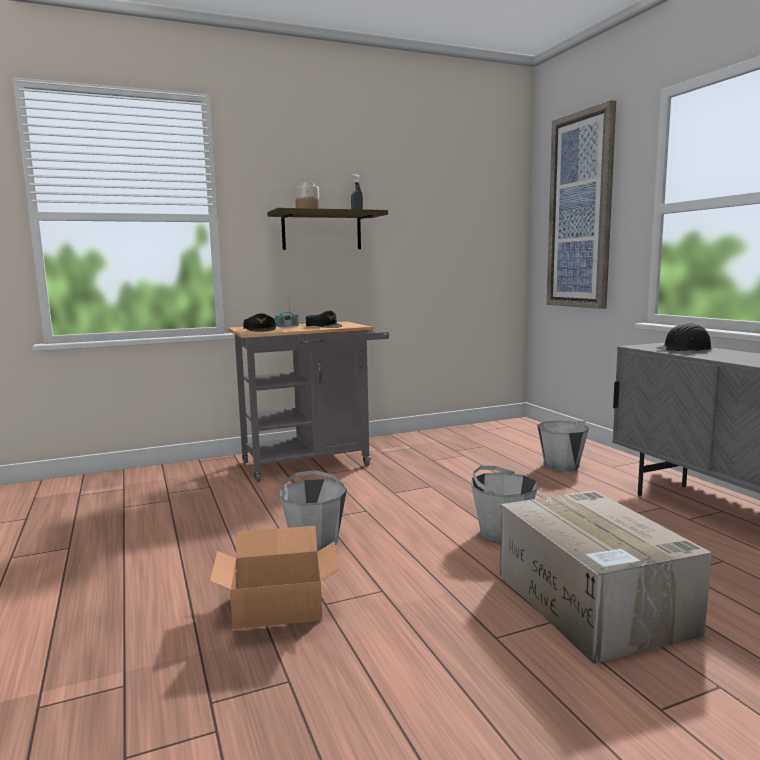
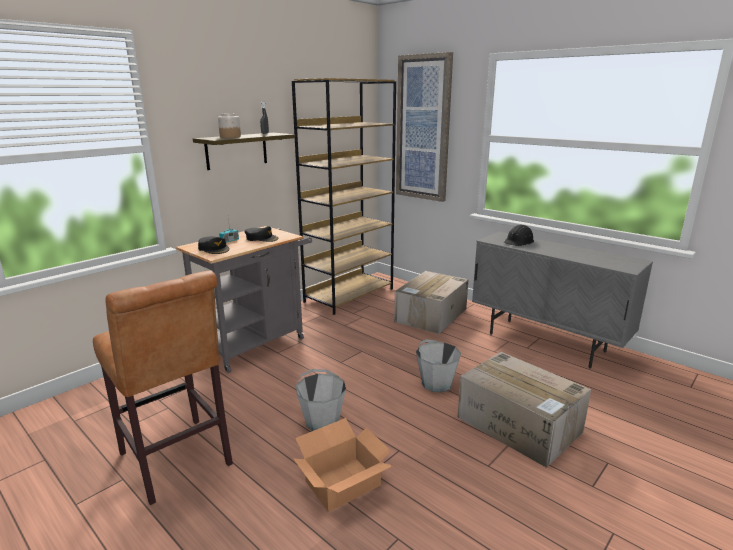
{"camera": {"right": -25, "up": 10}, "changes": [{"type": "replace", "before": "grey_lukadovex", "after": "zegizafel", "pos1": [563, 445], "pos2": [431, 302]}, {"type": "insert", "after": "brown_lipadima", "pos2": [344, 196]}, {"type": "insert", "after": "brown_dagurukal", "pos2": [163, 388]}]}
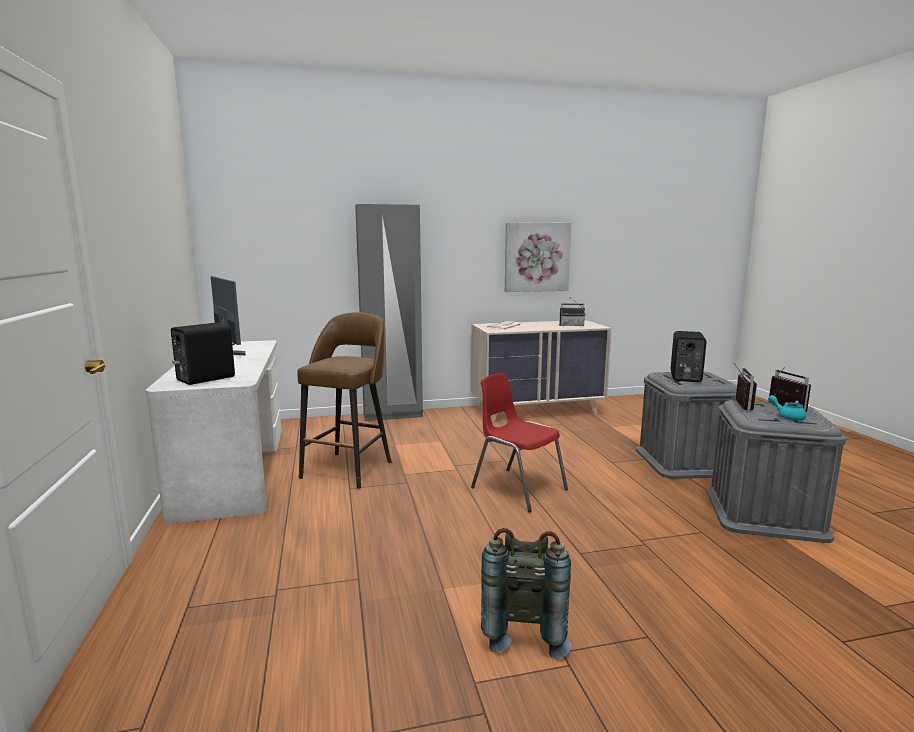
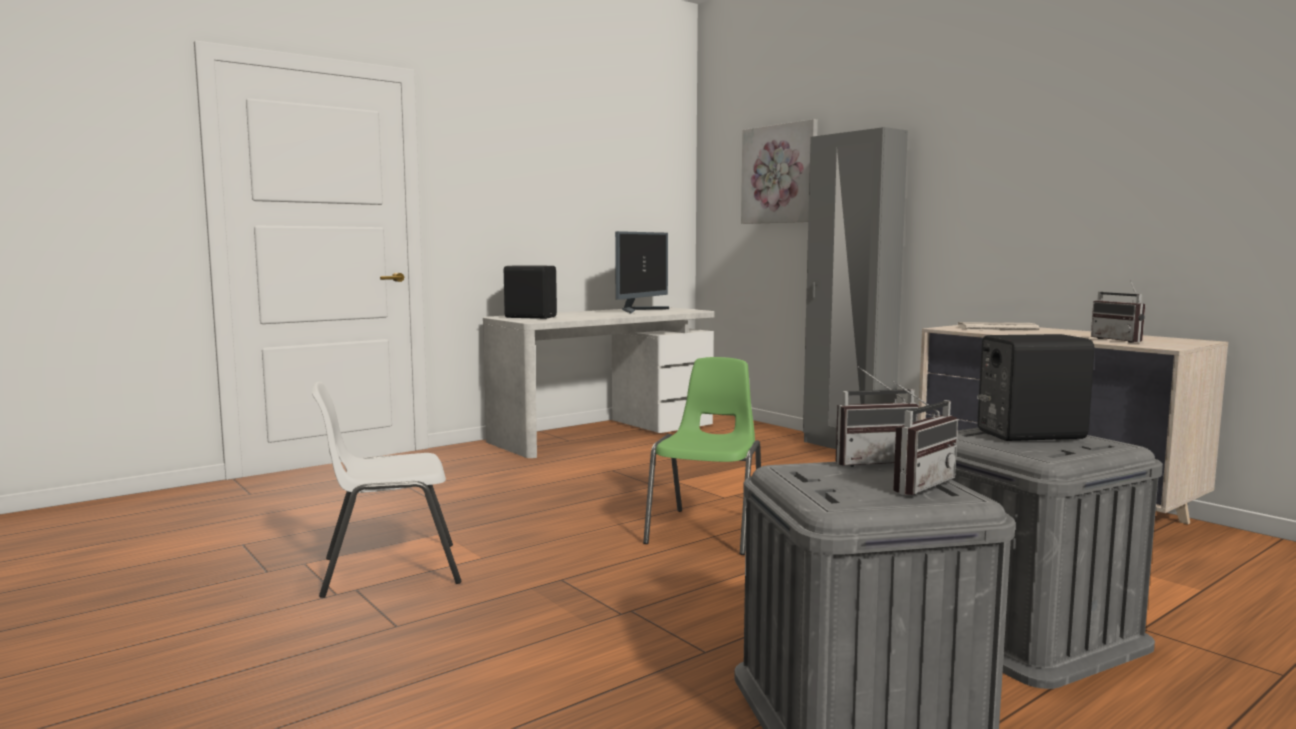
{"camera": {"right": 65, "up": -5}, "changes": [{"type": "move", "before": "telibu", "pos1": [538, 257], "pos2": [779, 171]}, {"type": "delete", "before": "brown_dagurukal", "pos1": [344, 400]}, {"type": "recolor", "before": "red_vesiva", "after": "green_vesiva", "pos1": [519, 442], "pos2": [702, 456]}, {"type": "delete", "before": "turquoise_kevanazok", "pos1": [787, 407]}, {"type": "replace", "before": "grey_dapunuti", "after": "white_vesiva", "pos1": [526, 593], "pos2": [386, 490]}]}
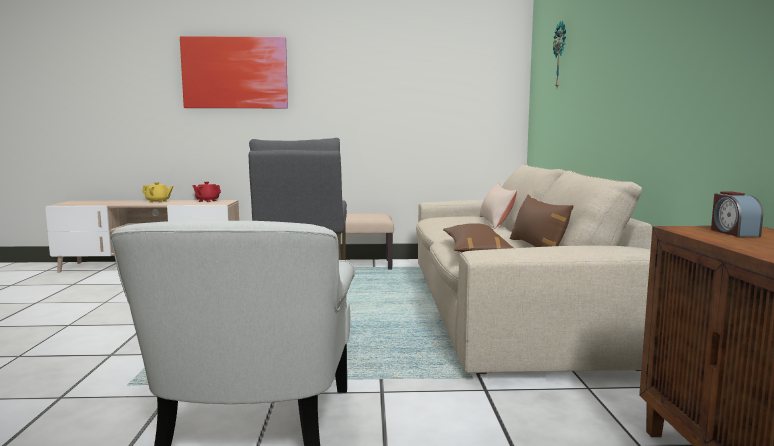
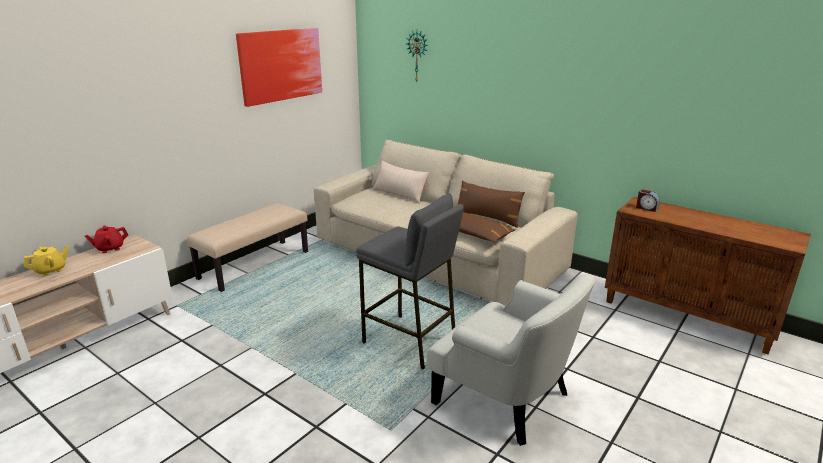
{"camera": {"right": -50, "up": 15}, "changes": [{"type": "move", "before": "telibu", "pos1": [234, 72], "pos2": [279, 67]}]}
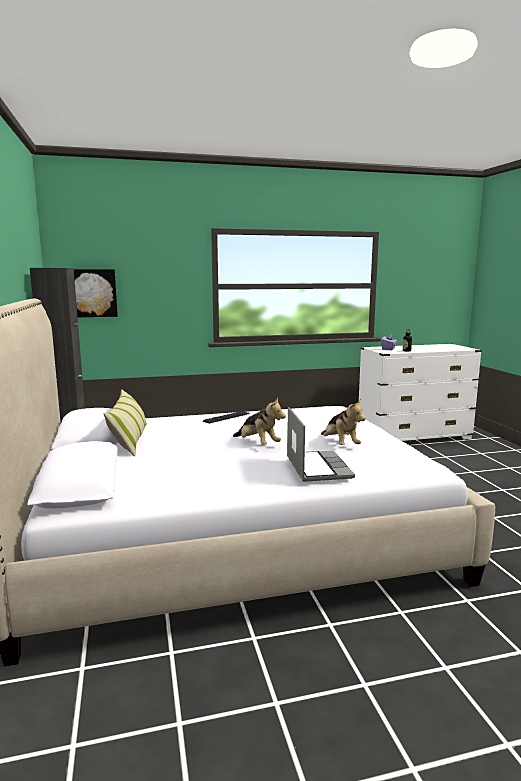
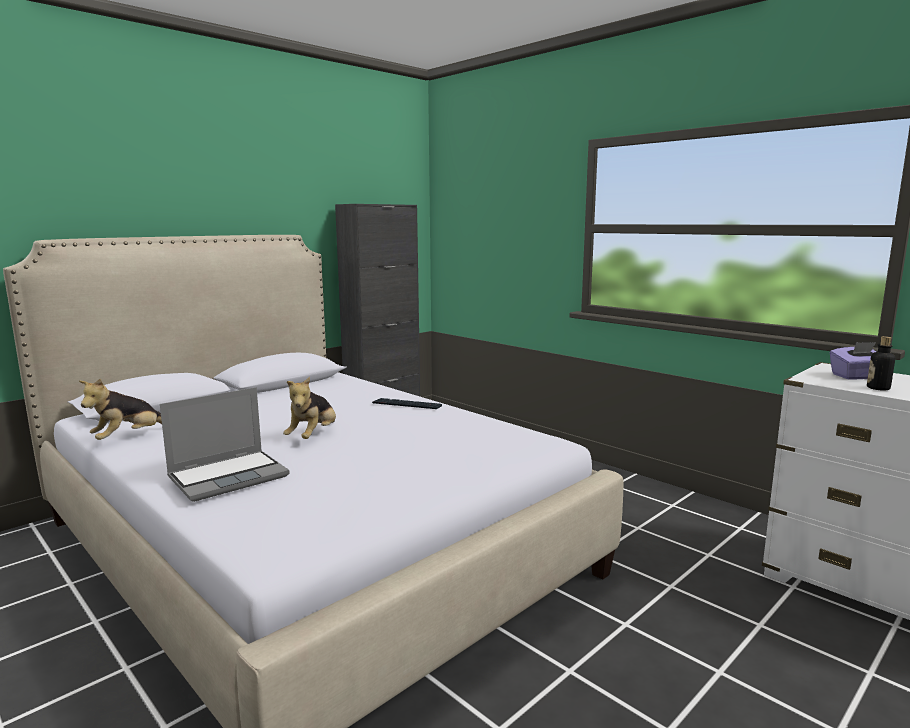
{"camera": {"right": 60, "up": 0}, "changes": [{"type": "delete", "before": "telibu", "pos1": [96, 293]}, {"type": "delete", "before": "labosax", "pos1": [125, 423]}, {"type": "move", "before": "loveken", "pos1": [343, 422], "pos2": [120, 409]}]}
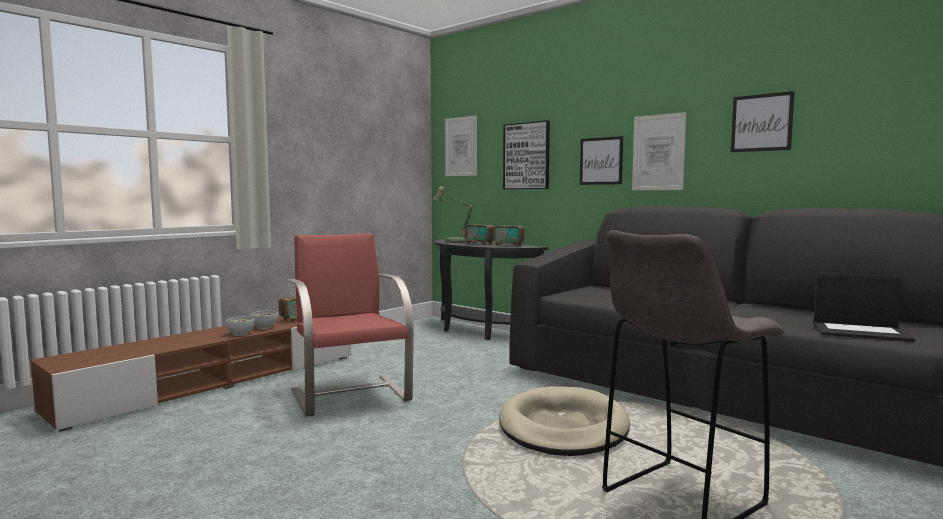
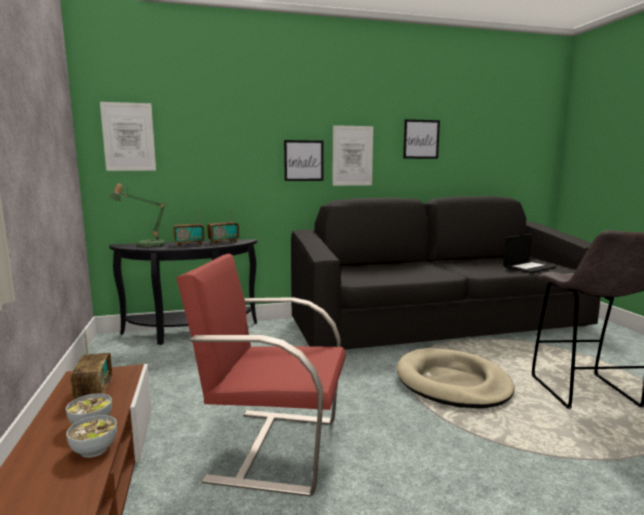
{"camera": {"right": -55, "up": 5}, "changes": [{"type": "delete", "before": "telibu", "pos1": [526, 154]}]}
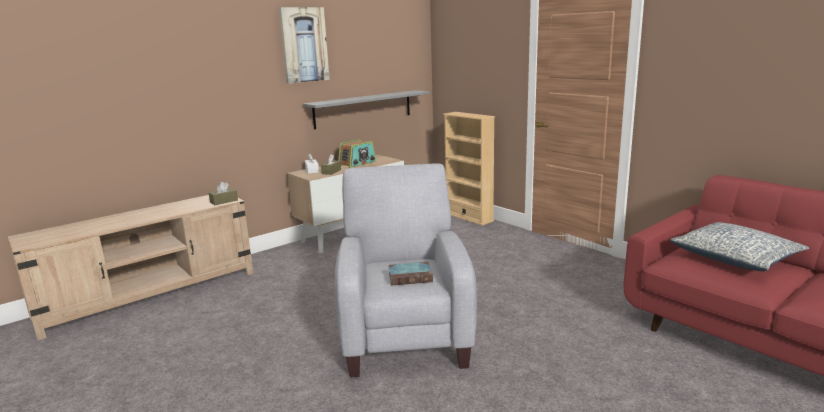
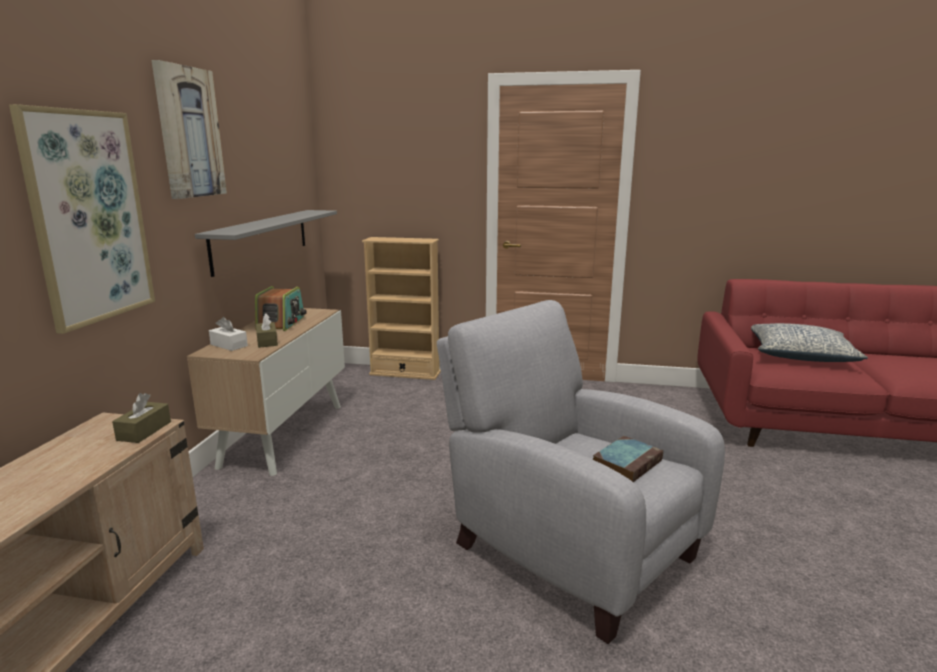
{"camera": {"right": -40, "up": 0}, "changes": [{"type": "insert", "after": "telibu", "pos2": [82, 219]}]}
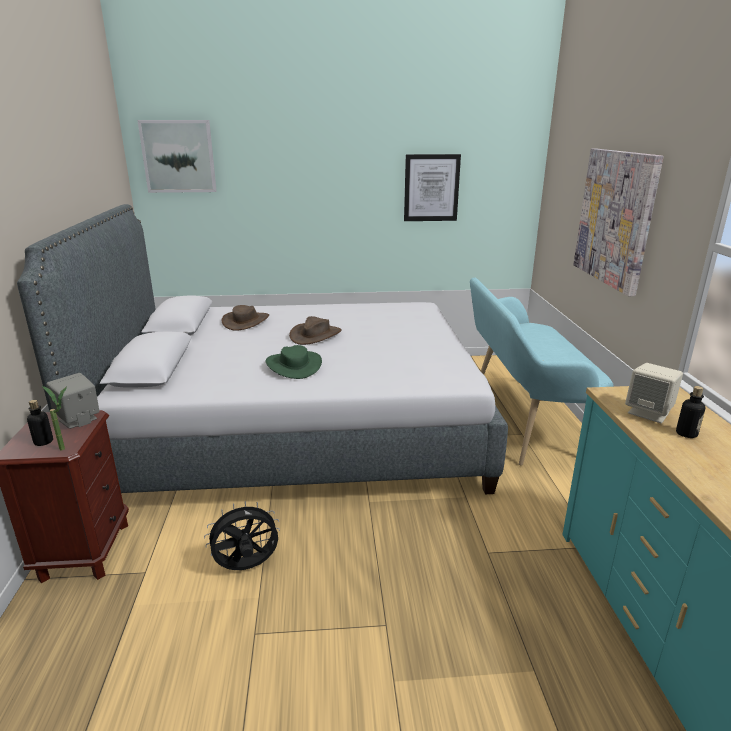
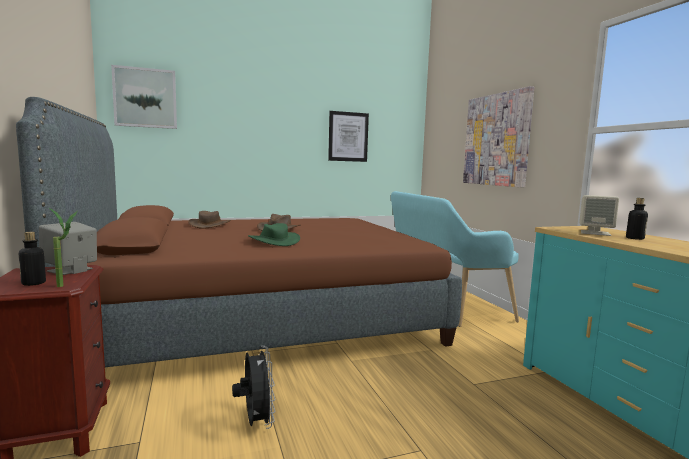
{"camera": {"right": -15, "up": -15}, "changes": [{"type": "recolor", "before": "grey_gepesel", "after": "brown_gepesel", "pos1": [262, 349], "pos2": [239, 232]}, {"type": "rotate", "before": "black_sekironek", "pos1": [242, 535], "pos2": [253, 387], "turn": 105}]}
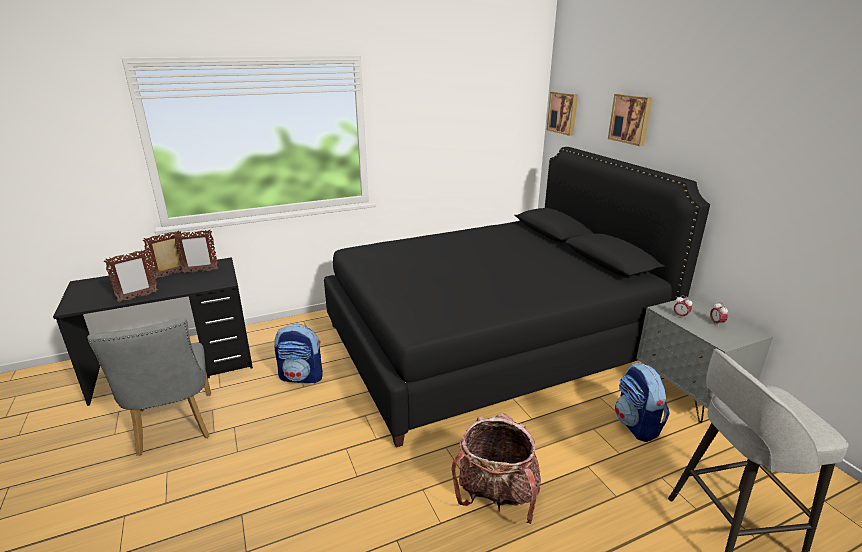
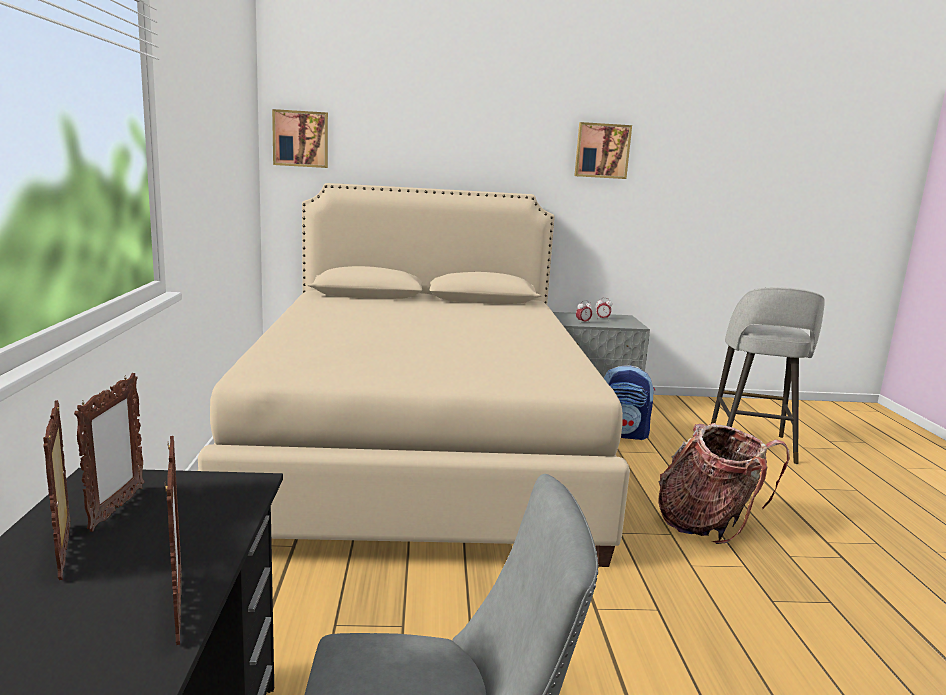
{"camera": {"right": -70, "up": -10}, "changes": [{"type": "move", "before": "telibu", "pos1": [630, 120], "pos2": [603, 150]}, {"type": "recolor", "before": "black_gepesel", "after": "beige_gepesel", "pos1": [517, 297], "pos2": [414, 375]}, {"type": "delete", "before": "dapunuti", "pos1": [298, 354]}]}
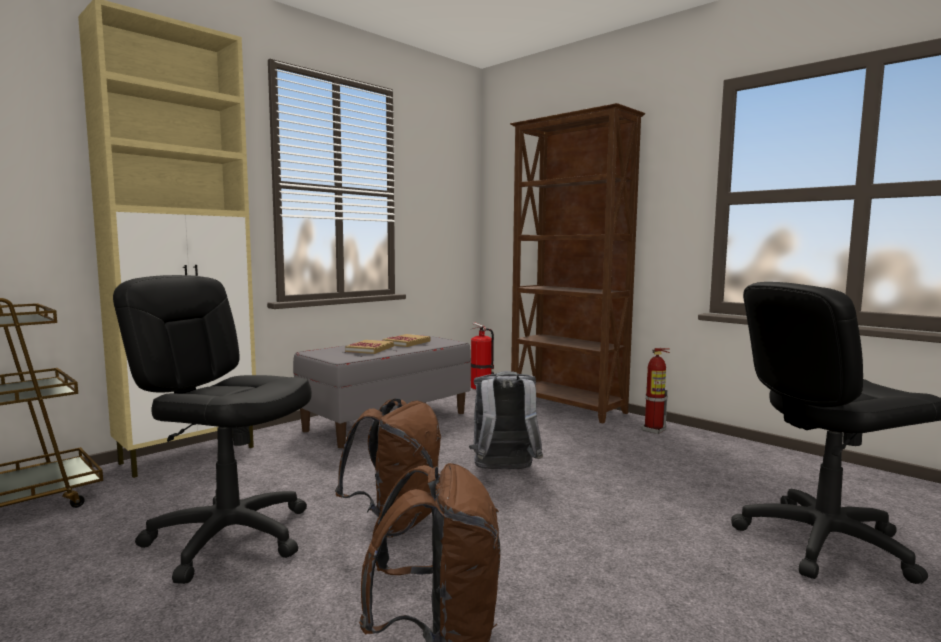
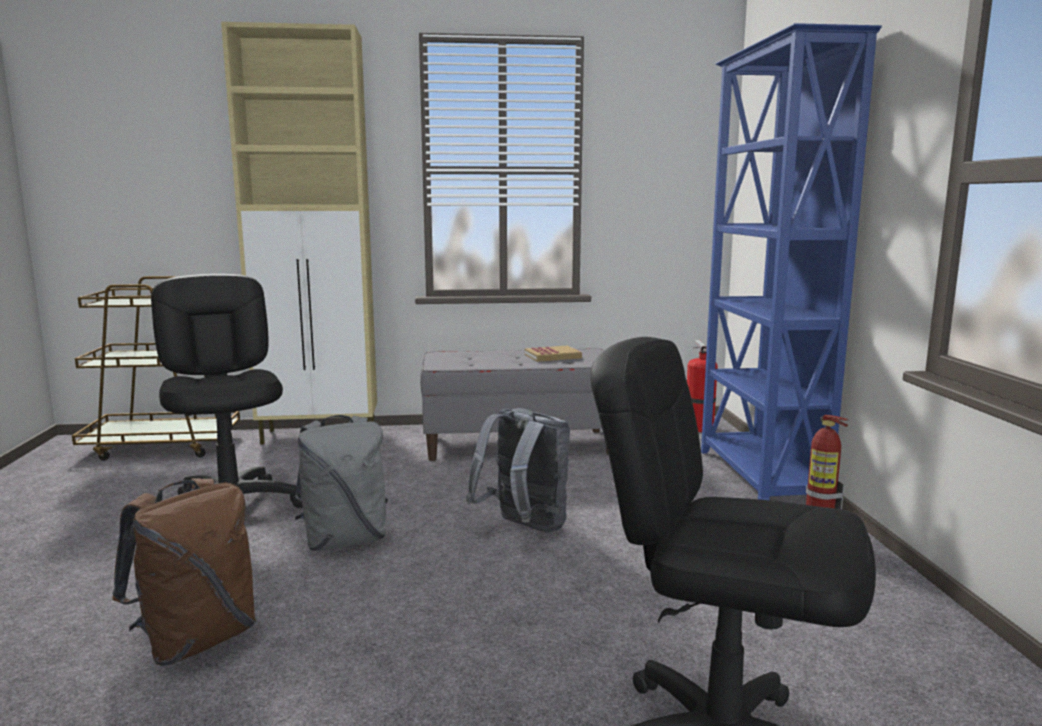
{"camera": {"right": 40, "up": 5}, "changes": [{"type": "recolor", "before": "brown_lipadima", "after": "blue_lipadima", "pos1": [577, 263], "pos2": [791, 261]}, {"type": "delete", "before": "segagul", "pos1": [369, 347]}, {"type": "recolor", "before": "brown_dapunuti", "after": "grey_dapunuti", "pos1": [388, 467], "pos2": [341, 483]}]}
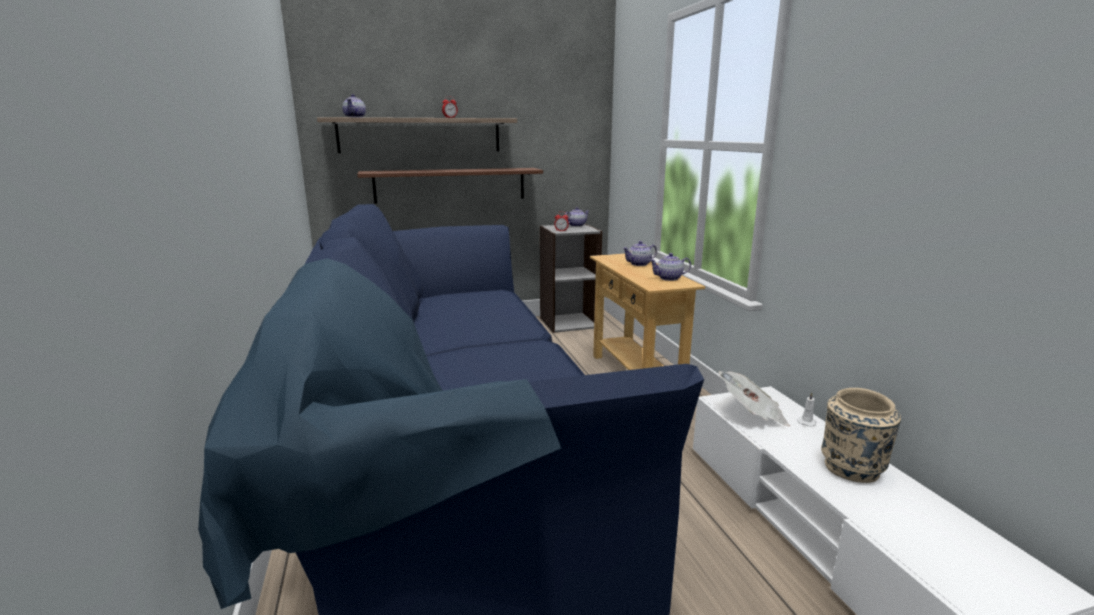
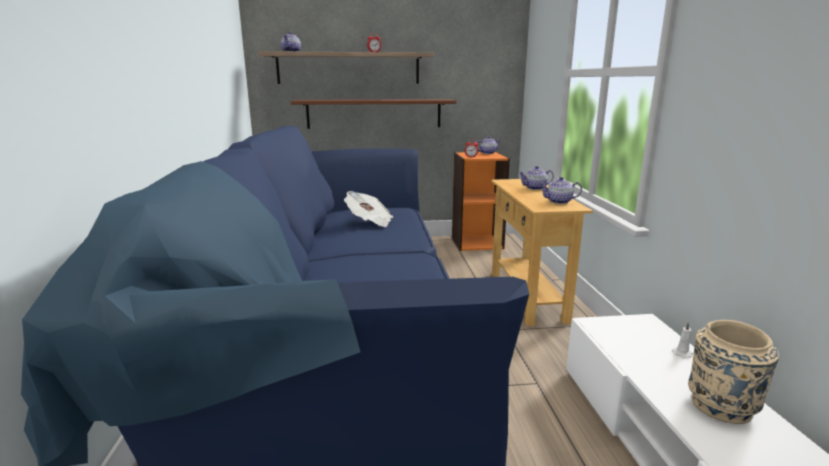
{"camera": {"right": 10, "up": 0}, "changes": [{"type": "recolor", "before": "grey_lipadima", "after": "orange_lipadima", "pos1": [571, 278], "pos2": [481, 201]}, {"type": "move", "before": "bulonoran", "pos1": [754, 398], "pos2": [368, 209]}]}
